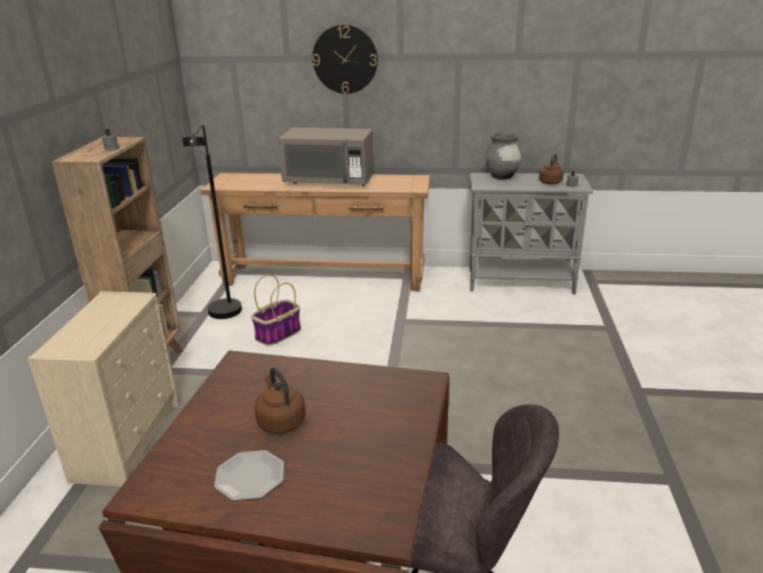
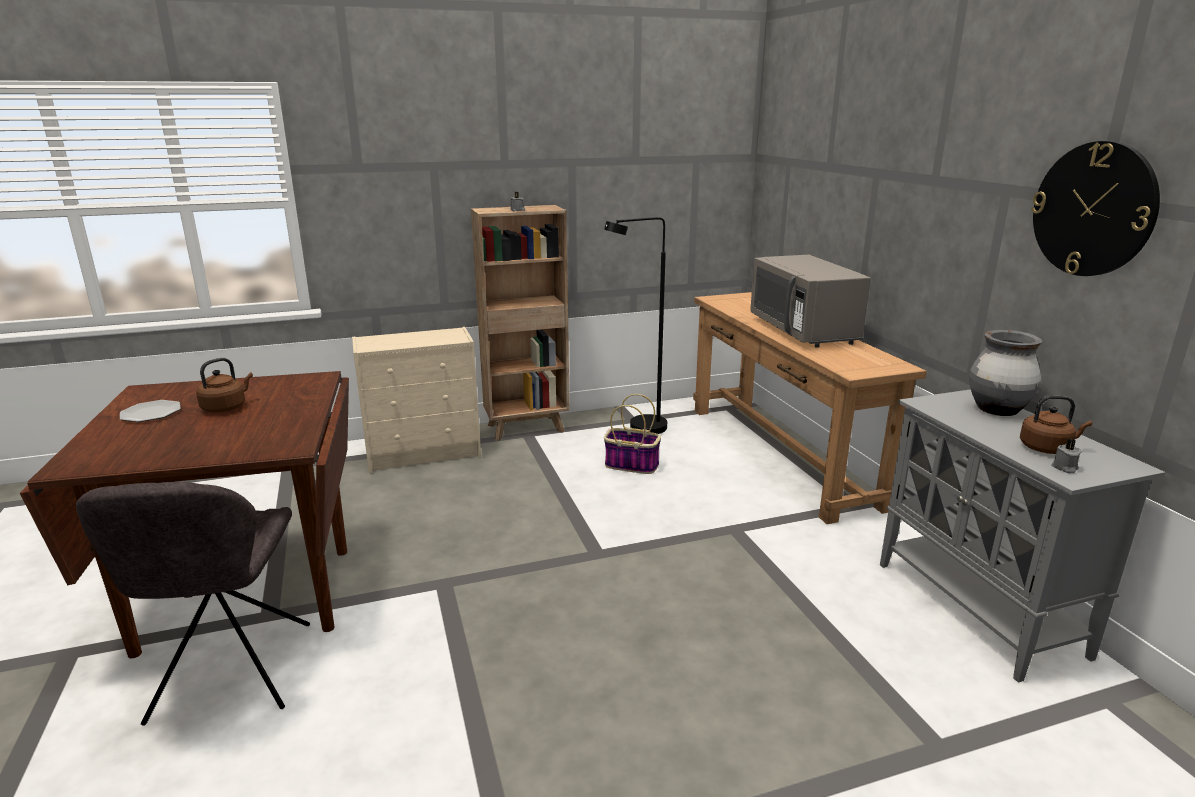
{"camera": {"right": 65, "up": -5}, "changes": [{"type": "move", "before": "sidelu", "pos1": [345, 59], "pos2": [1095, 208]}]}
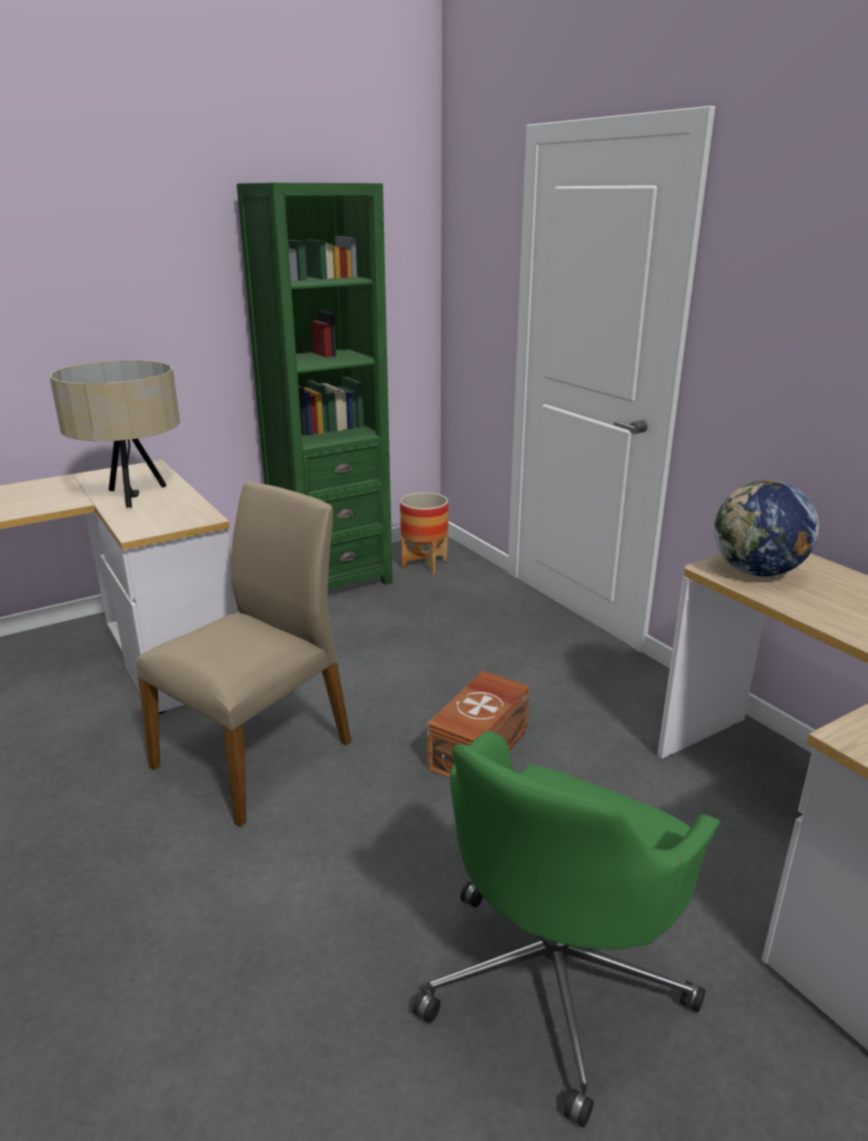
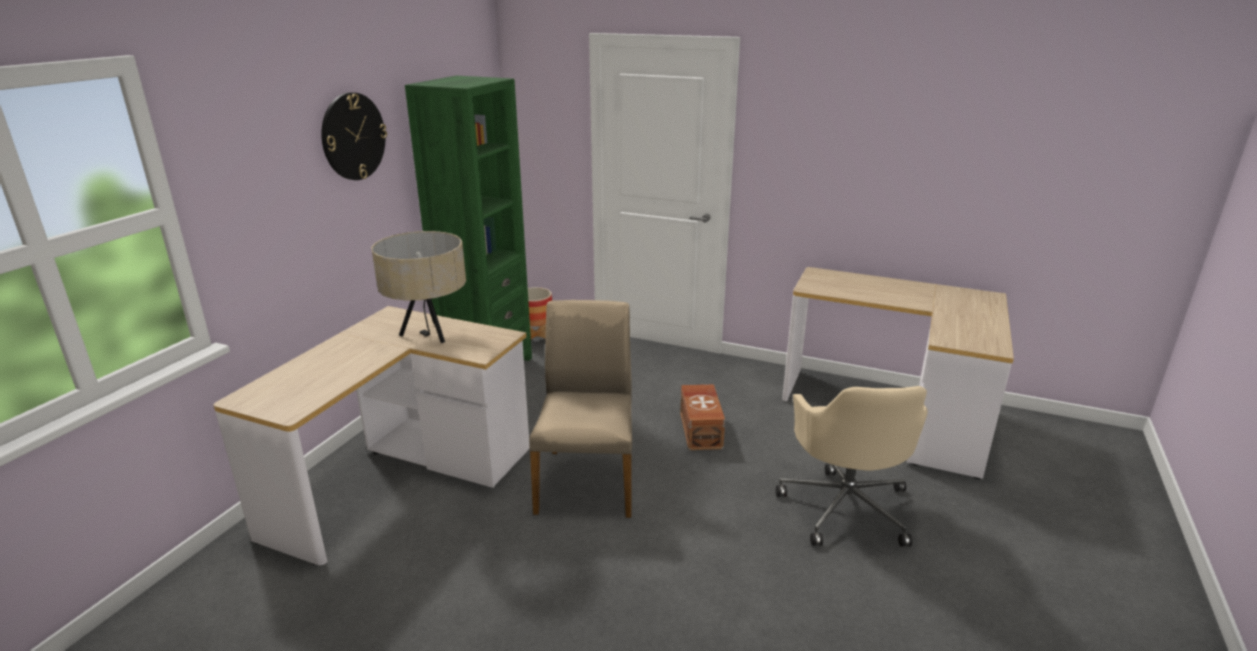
{"camera": {"right": -35, "up": 0}, "changes": [{"type": "delete", "before": "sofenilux", "pos1": [766, 528]}, {"type": "recolor", "before": "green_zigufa", "after": "beige_zigufa", "pos1": [566, 929], "pos2": [852, 466]}, {"type": "insert", "after": "sidelu", "pos2": [354, 136]}]}
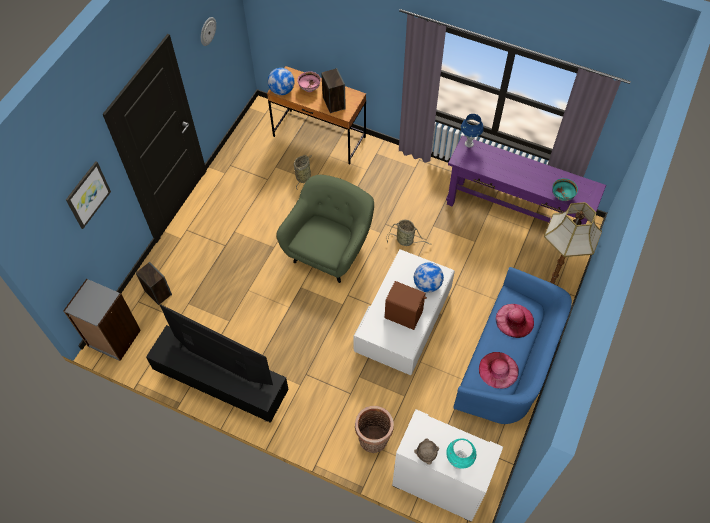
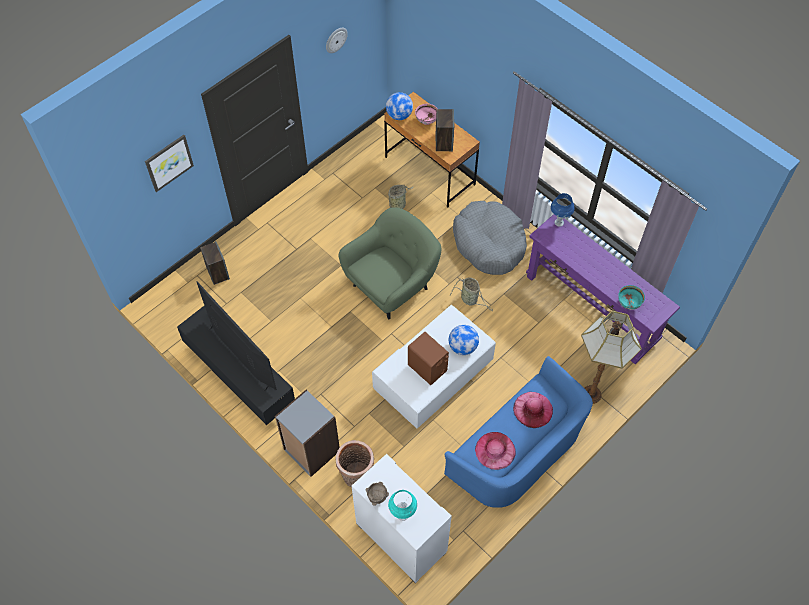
{"camera": {"right": 20, "up": 0}, "changes": [{"type": "move", "before": "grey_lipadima", "pos1": [102, 320], "pos2": [307, 433]}, {"type": "insert", "after": "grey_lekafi", "pos2": [490, 238]}]}
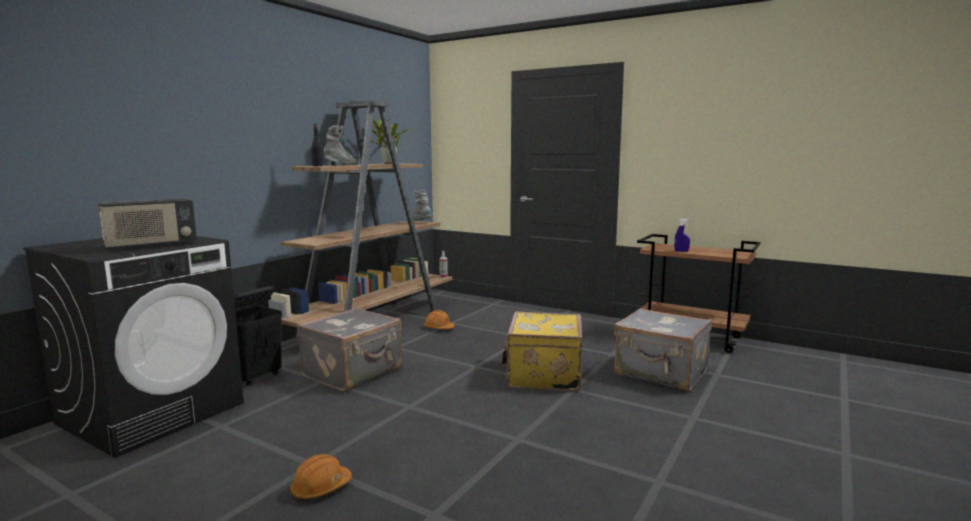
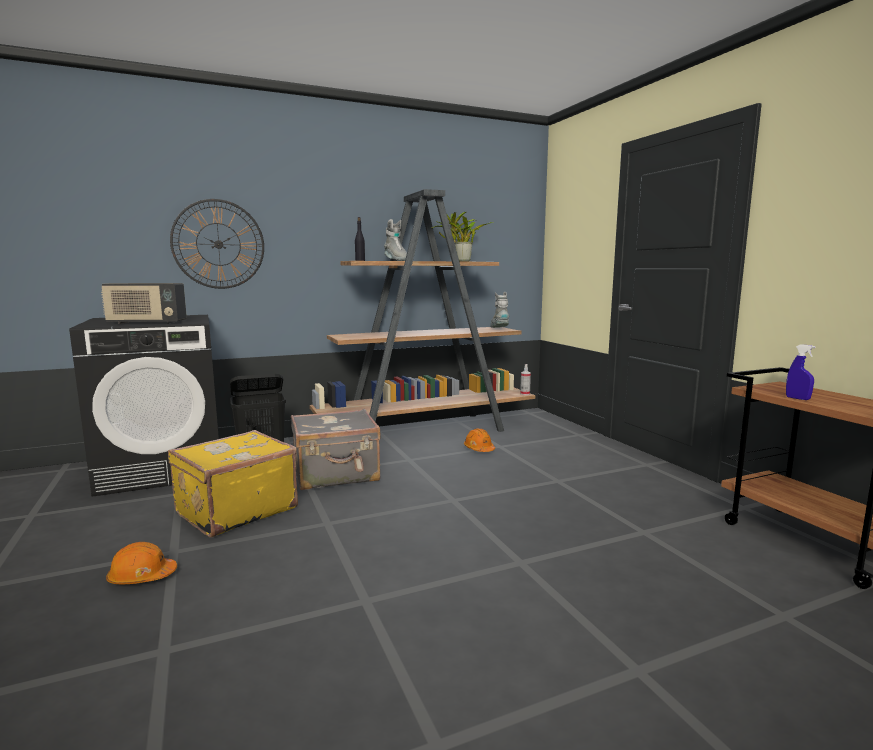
{"camera": {"right": 35, "up": 0}, "changes": [{"type": "delete", "before": "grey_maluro", "pos1": [663, 349]}, {"type": "move", "before": "yellow_maluro", "pos1": [542, 351], "pos2": [233, 484]}, {"type": "insert", "after": "sidelu", "pos2": [217, 244]}]}
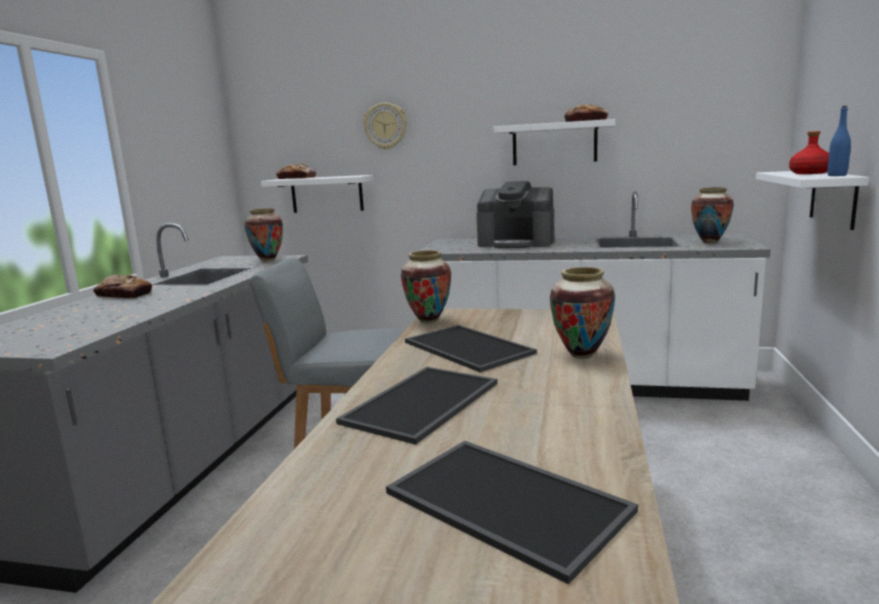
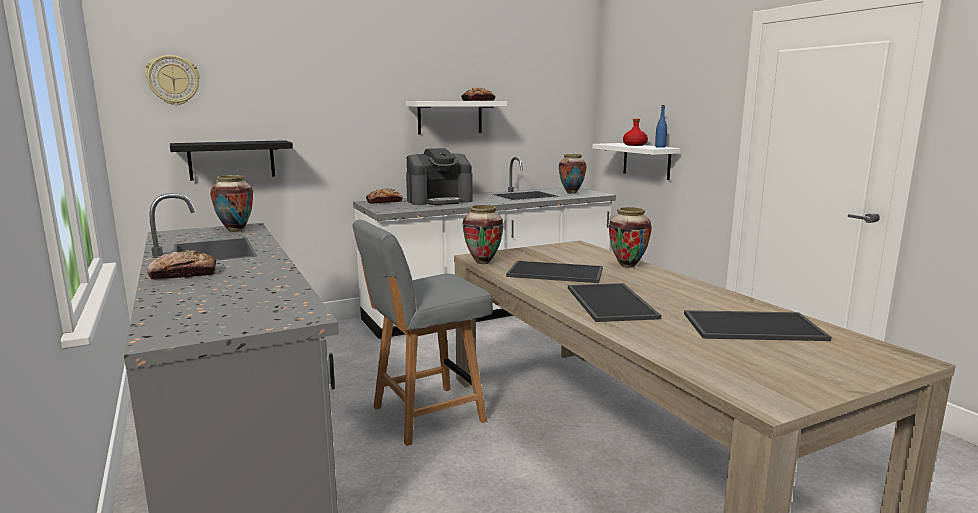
{"camera": {"right": -40, "up": 0}, "changes": [{"type": "move", "before": "sidelu", "pos1": [385, 126], "pos2": [172, 80]}, {"type": "move", "before": "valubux", "pos1": [296, 171], "pos2": [384, 196]}, {"type": "recolor", "before": "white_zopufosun", "after": "black_zopufosun", "pos1": [317, 194], "pos2": [231, 160]}]}
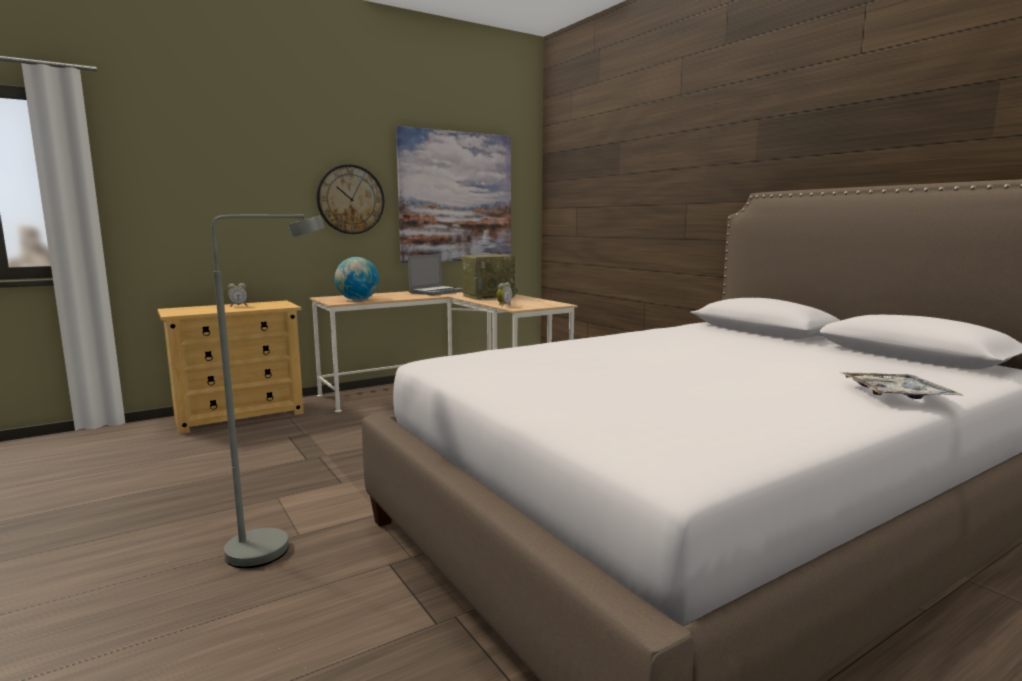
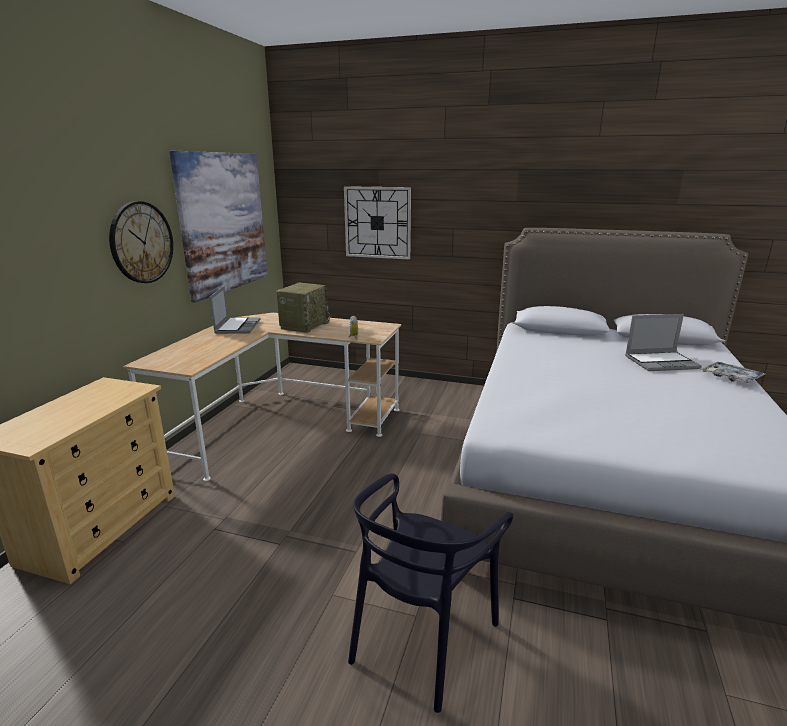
{"camera": {"right": -40, "up": 10}, "changes": [{"type": "replace", "before": "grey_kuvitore", "after": "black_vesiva", "pos1": [268, 391], "pos2": [430, 593]}, {"type": "delete", "before": "sofenilux", "pos1": [357, 278]}, {"type": "delete", "before": "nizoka", "pos1": [238, 294]}, {"type": "insert", "after": "sidelu", "pos2": [377, 223]}, {"type": "insert", "after": "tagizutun", "pos2": [663, 342]}]}
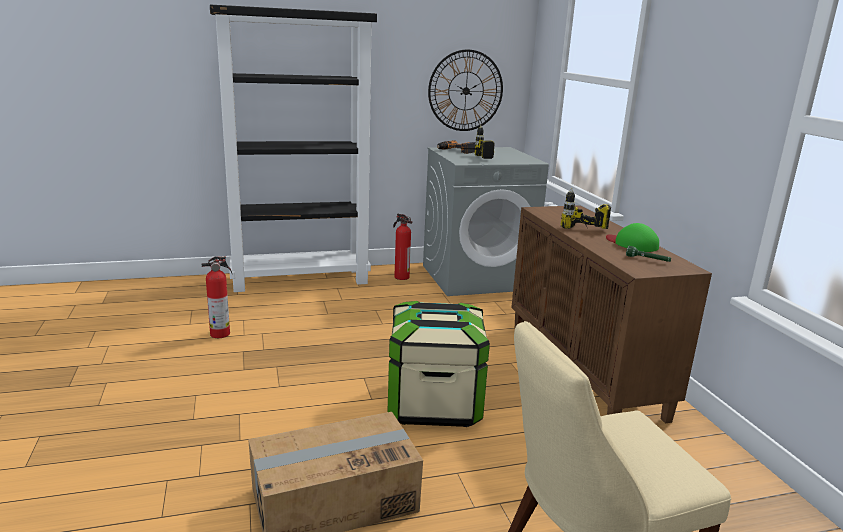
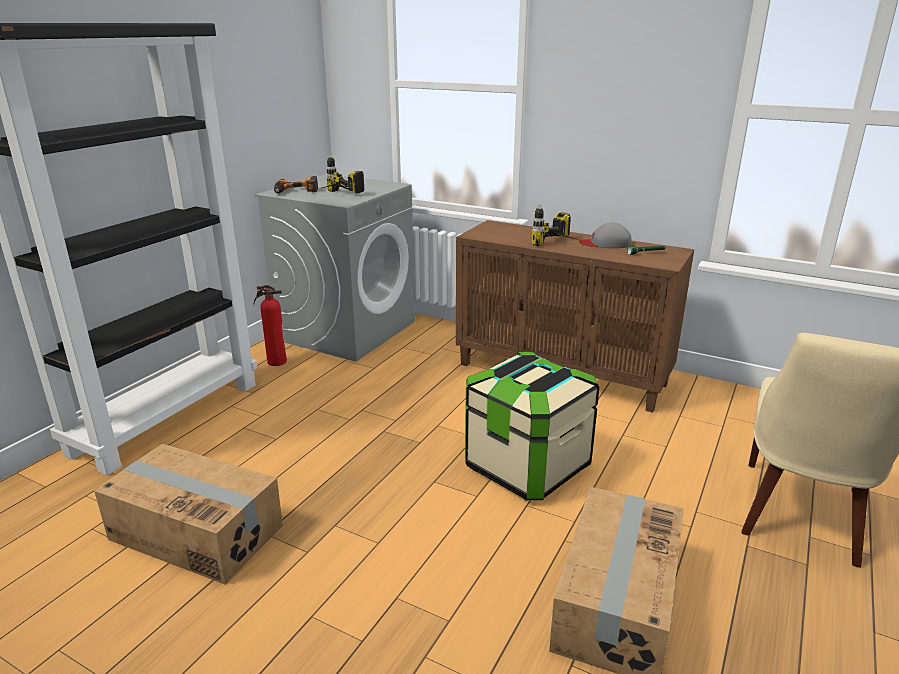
{"camera": {"right": -45, "up": 5}, "changes": [{"type": "delete", "before": "sidelu", "pos1": [465, 90]}, {"type": "recolor", "before": "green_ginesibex", "after": "grey_ginesibex", "pos1": [632, 237], "pos2": [605, 235]}, {"type": "replace", "before": "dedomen", "after": "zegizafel", "pos1": [217, 297], "pos2": [188, 514]}]}
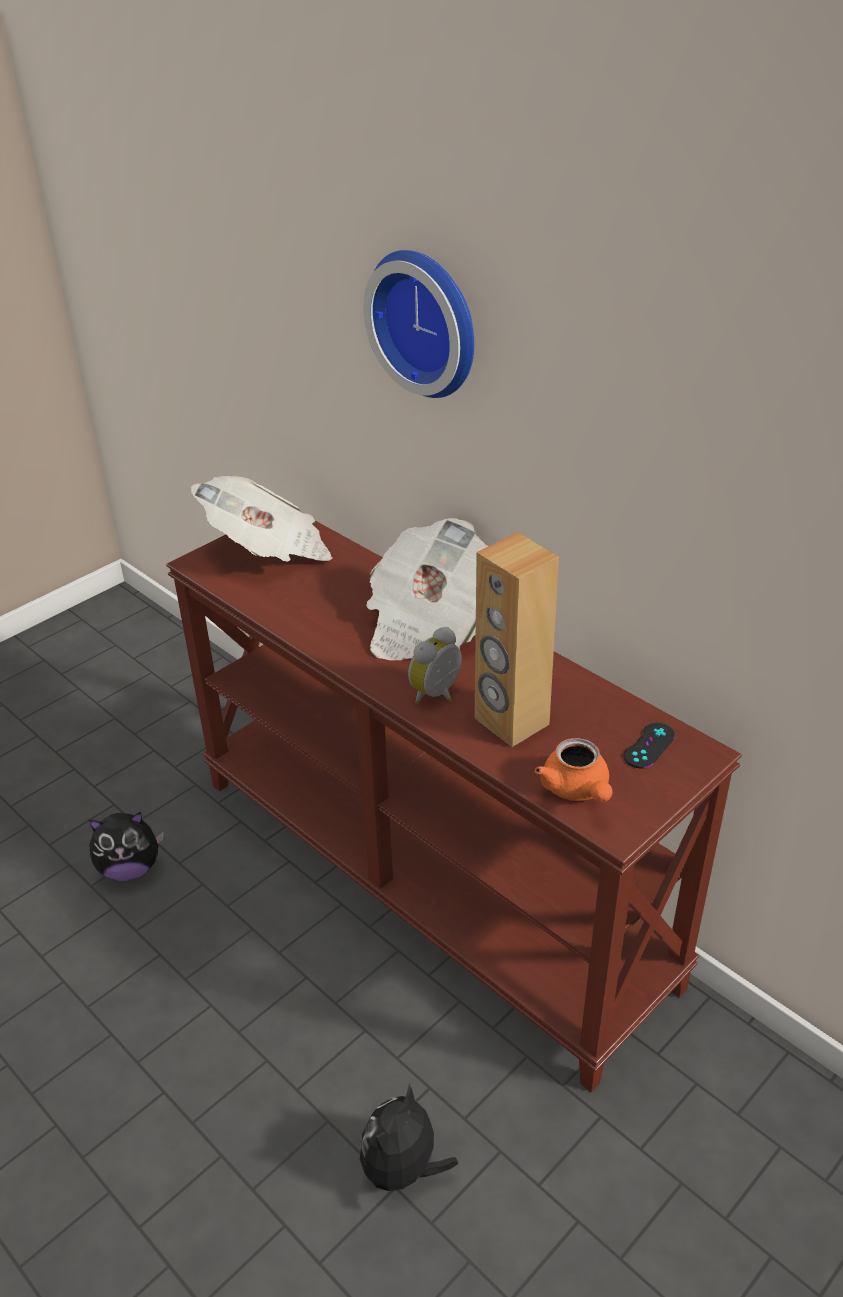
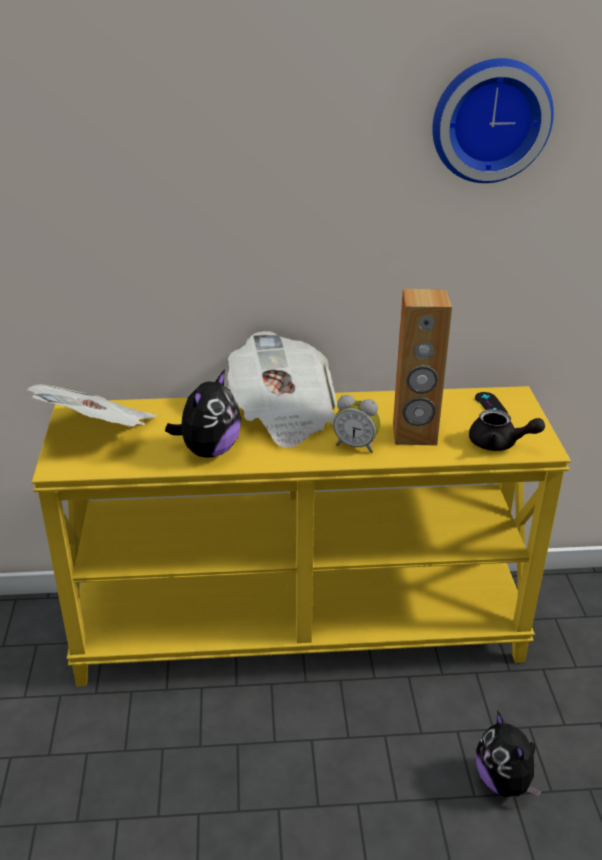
{"camera": {"right": -50, "up": -5}, "changes": [{"type": "move", "before": "sidelu", "pos1": [418, 324], "pos2": [493, 120]}, {"type": "recolor", "before": "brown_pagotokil", "after": "yellow_pagotokil", "pos1": [454, 806], "pos2": [301, 536]}, {"type": "rotate", "before": "nizoka", "pos1": [435, 665], "pos2": [356, 424], "turn": -60}, {"type": "recolor", "before": "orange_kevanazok", "after": "black_kevanazok", "pos1": [574, 770], "pos2": [507, 430]}, {"type": "move", "before": "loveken", "pos1": [126, 846], "pos2": [203, 413]}]}
